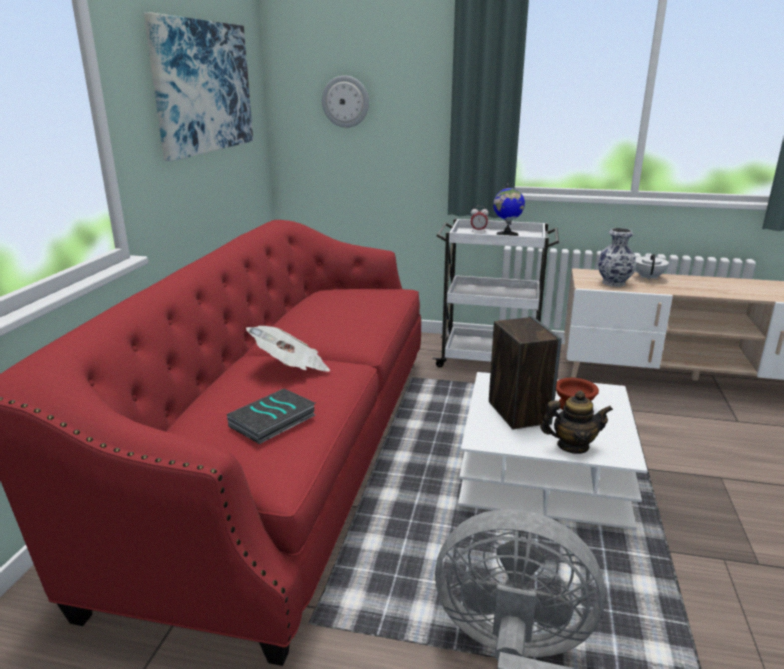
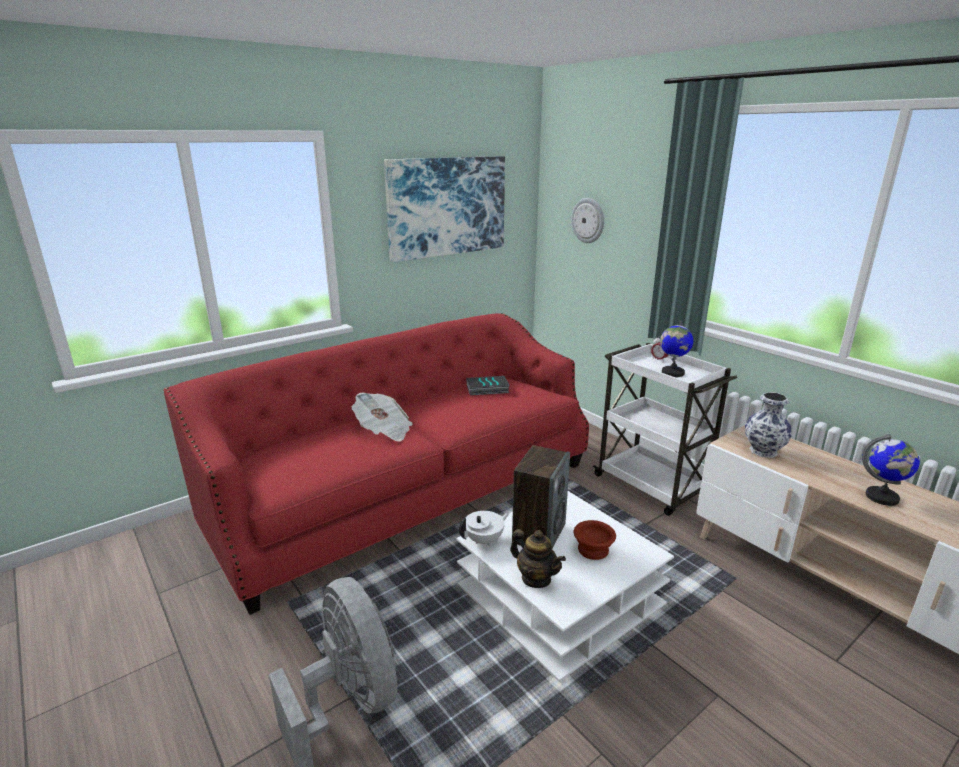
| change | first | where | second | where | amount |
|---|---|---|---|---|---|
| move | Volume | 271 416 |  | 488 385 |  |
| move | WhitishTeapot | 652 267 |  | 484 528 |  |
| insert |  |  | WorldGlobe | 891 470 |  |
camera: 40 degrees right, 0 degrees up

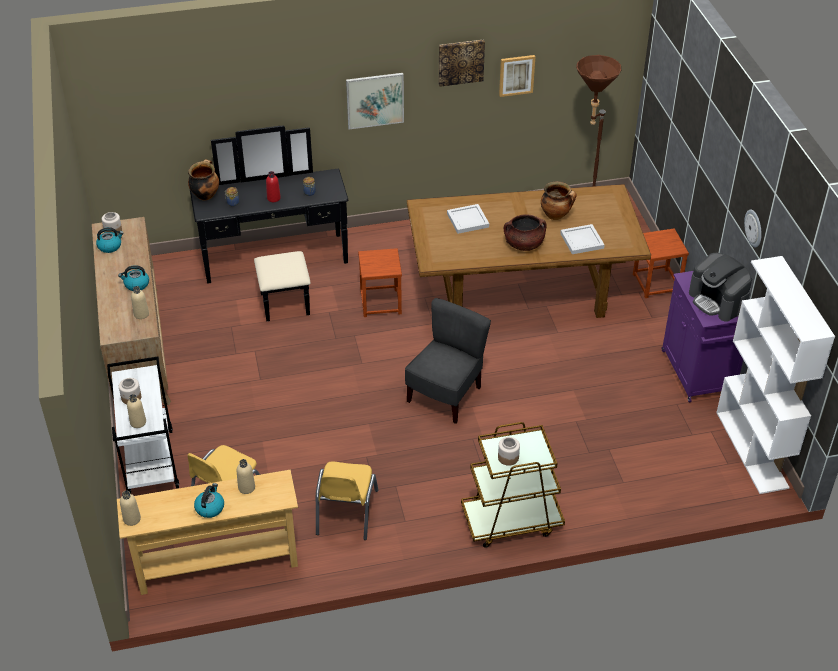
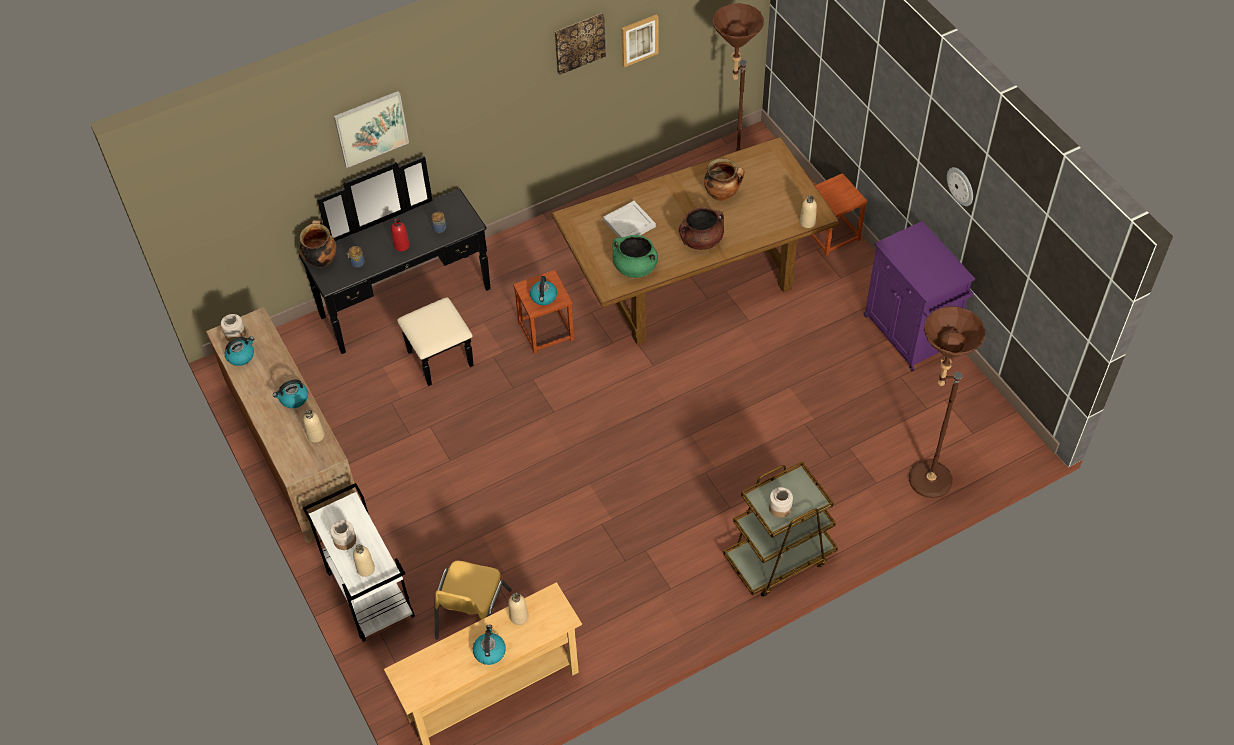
| change | first | where | second | where | amount |
|---|---|---|---|---|---|
| move | SandColouredBeverageBottle | 130 508 |  | 808 211 |  |
| delete | YellowPlainChair | 347 501 |  |  |  |
| move | WallArt | 375 101 |  | 371 129 |  |
| delete | GreyPlainChair | 448 361 |  |  |  |
| delete | WhitishTray | 582 239 |  |  |  |
| delete | CoffeeMachine | 720 287 |  |  |  |
| delete | WhitishBookshelf | 775 375 |  |  |  |
| insert |  |  | Kettle | 543 290 |  |
| insert |  |  | GreenColouredSaucepot | 635 256 |  |
| insert |  |  | BrownColouredStandardLamp | 947 402 |  |
camera: 15 degrees left, 10 degrees up

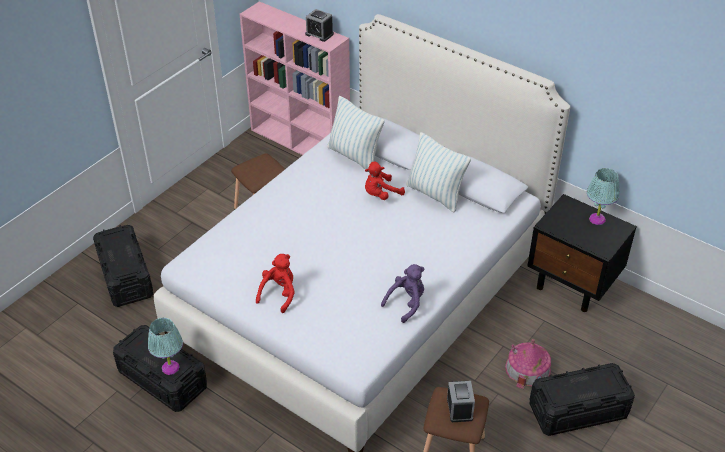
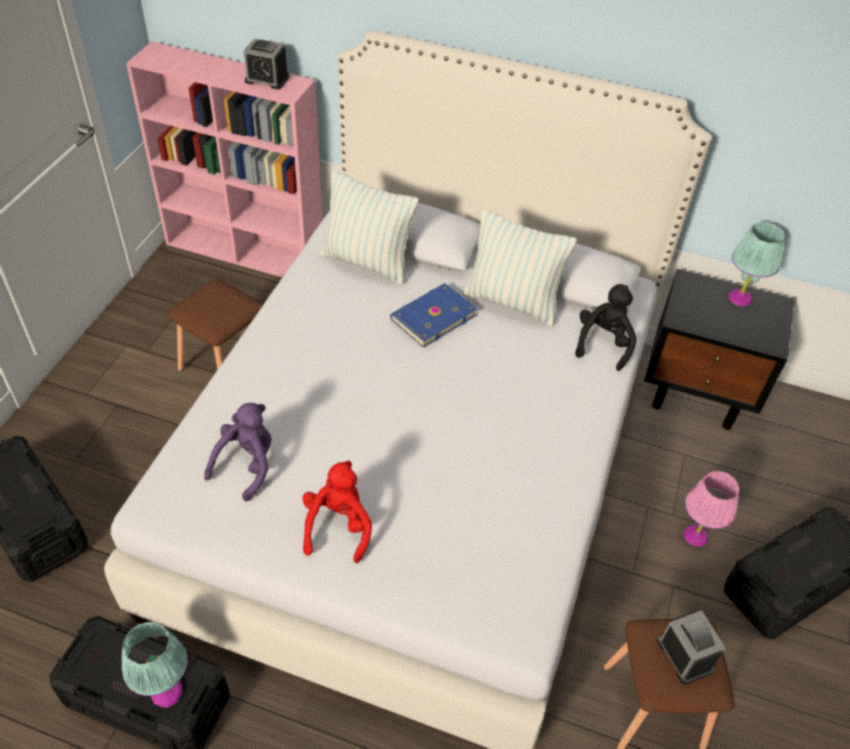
| change | first | where | second | where | amount |
|---|---|---|---|---|---|
| replace | ReddishPlushToy | 385 181 | BluishVolume | 433 315 |  |
| move | PurplishPlushToy | 402 293 |  | 238 452 |  |
| replace | ModelHouse | 528 364 | PinkColouredTabletopLamp | 711 508 |  |
| insert |  |  | BlackishPlushToy | 606 327 |  |
camera: 20 degrees left, 5 degrees up

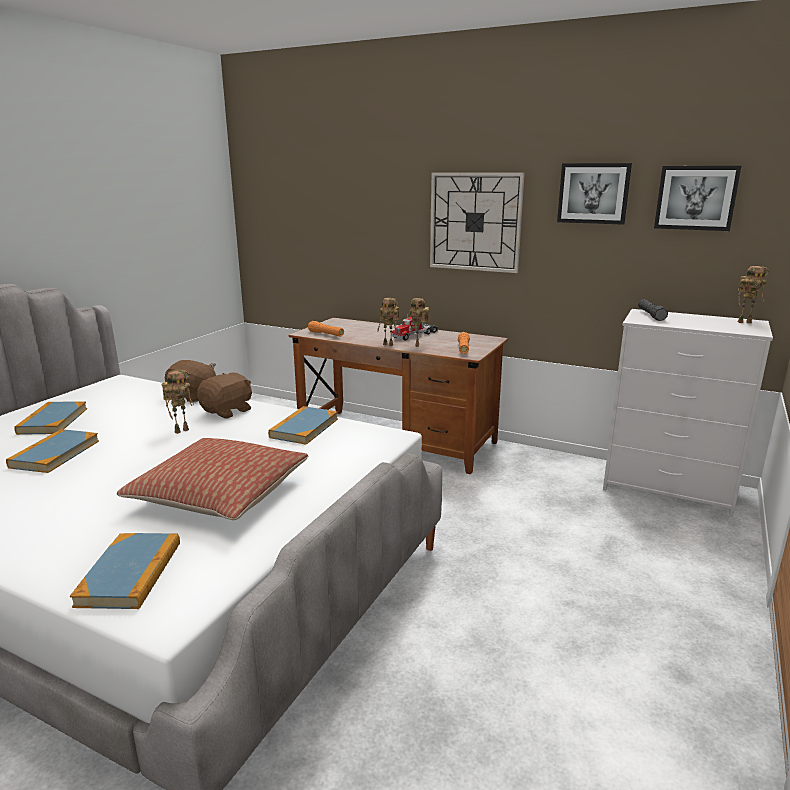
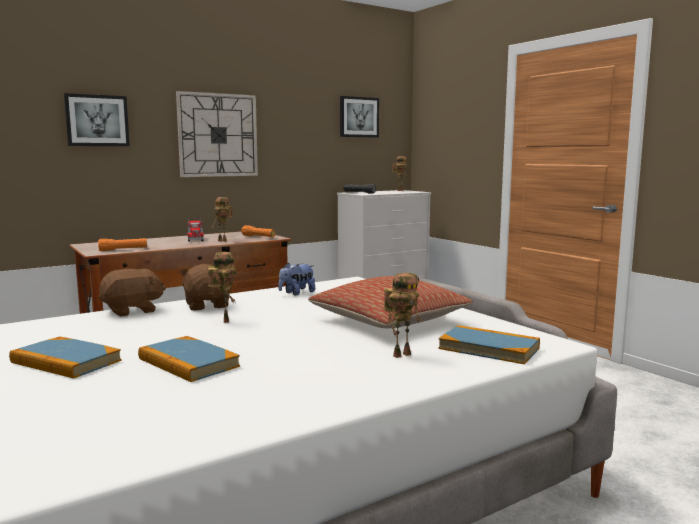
| change | first | where | second | where | amount |
|---|---|---|---|---|---|
| replace | Volume | 303 425 | PlushToy | 296 279 |  |
| move | ModelRobot | 388 322 |  | 402 315 |  |
| move | WallArt | 594 194 |  | 97 119 |  |
camera: 60 degrees left, 10 degrees down

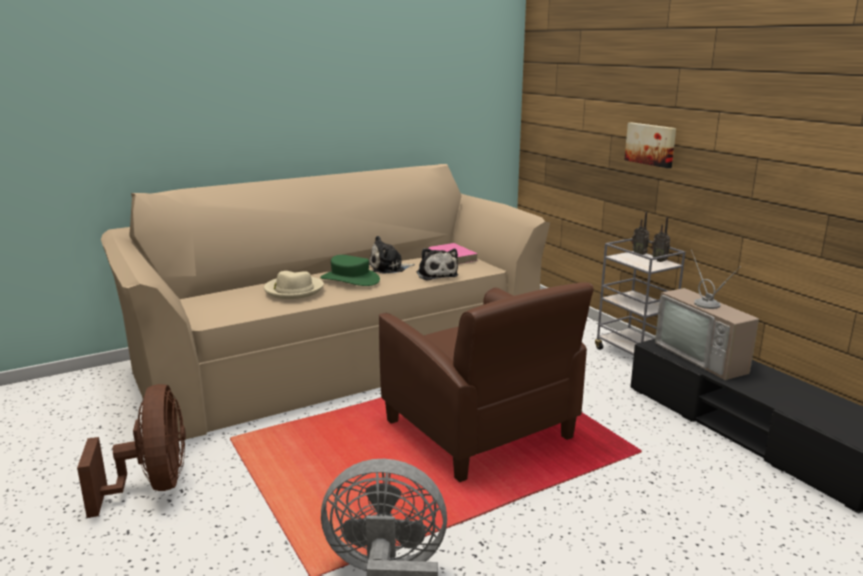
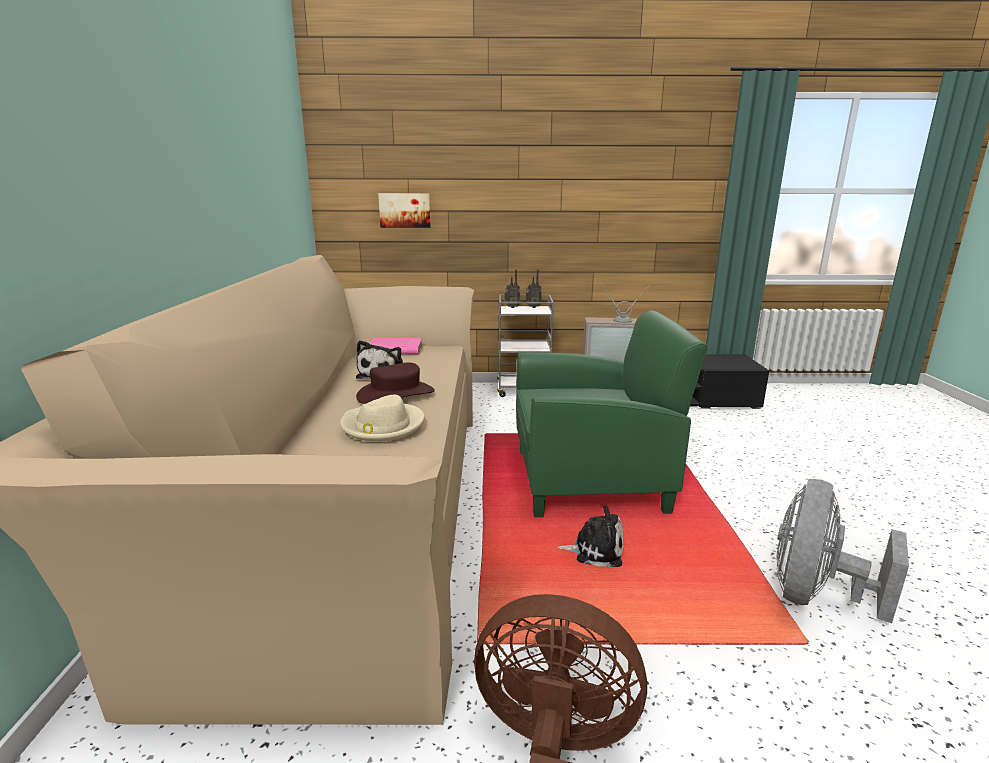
| change | first | where | second | where | amount |
|---|---|---|---|---|---|
| recolor | GreenColouredWearableHat | 350 270 | BrownColouredWearableHat | 395 383 |  |
| recolor | BrownColouredLoungeChair | 486 382 | GreenColouredLoungeChair | 611 413 |  |
| move | PlushToy | 437 264 |  | 591 536 |  |
| move | WallArt | 650 145 |  | 404 210 |  |
camera: 60 degrees left, 0 degrees up

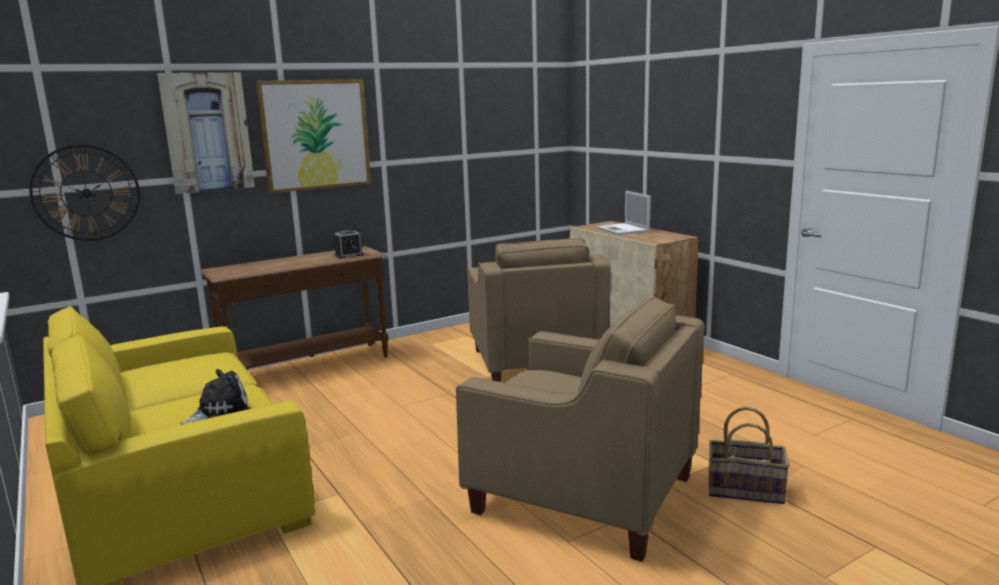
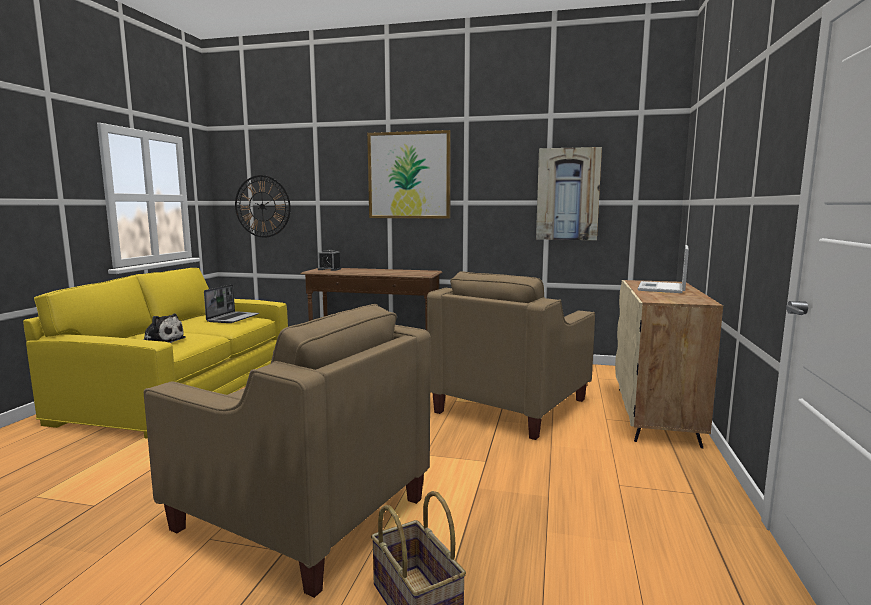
| change | first | where | second | where | amount |
|---|---|---|---|---|---|
| move | WallArt | 206 133 |  | 569 193 |  |
| move | TableClock | 349 244 |  | 329 260 |  |
| rotate | SandColouredLoungeChair | 580 429 |  | 287 451 | 45 degrees counterclockwise |
| insert |  |  | NotebookComputer | 231 303 |  |
camera: 45 degrees right, 5 degrees down

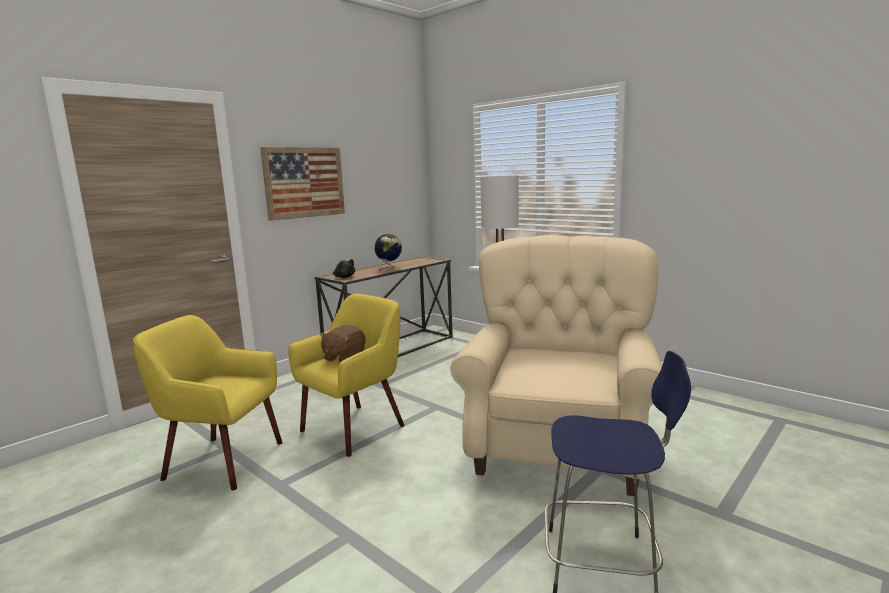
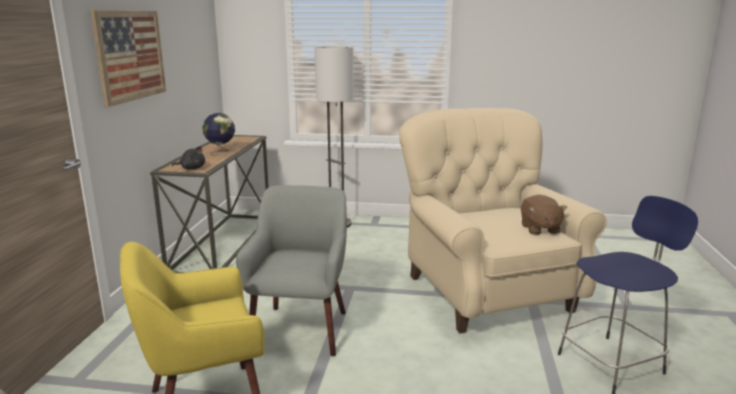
| change | first | where | second | where | amount |
|---|---|---|---|---|---|
| recolor | YellowLoungeChair | 346 375 | GreyLoungeChair | 291 270 |  |
| move | BrownColouredPlushToy | 342 343 |  | 544 214 |  |
camera: 35 degrees left, 5 degrees up

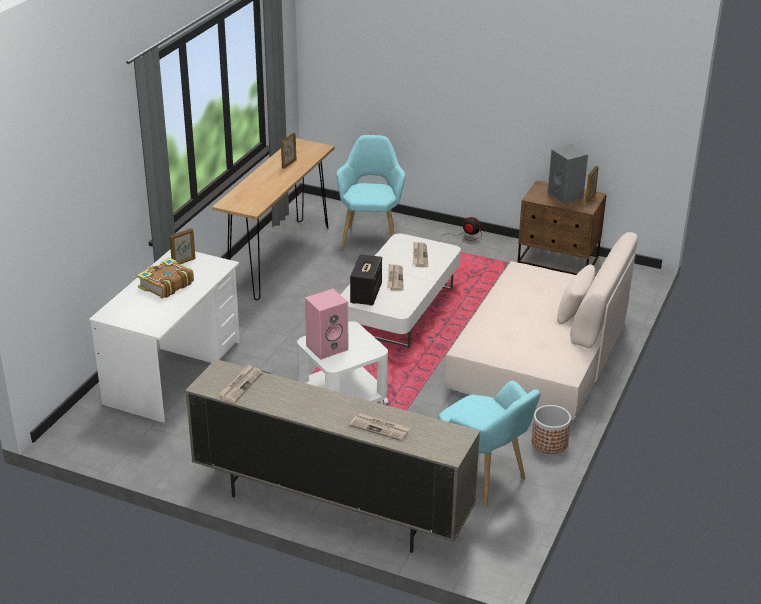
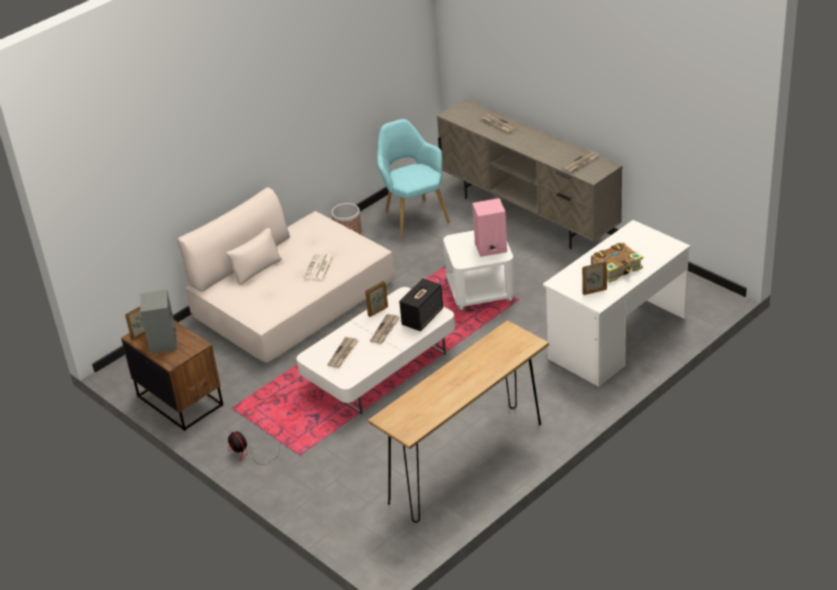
| change | first | where | second | where | amount |
|---|---|---|---|---|---|
| move | PhotoFrame | 288 151 |  | 376 299 |  |
| delete | BlueGreenLoungeChair | 371 193 |  |  |  |
| insert |  |  | Newspaper | 319 266 |  |
camera: 155 degrees left, 5 degrees up

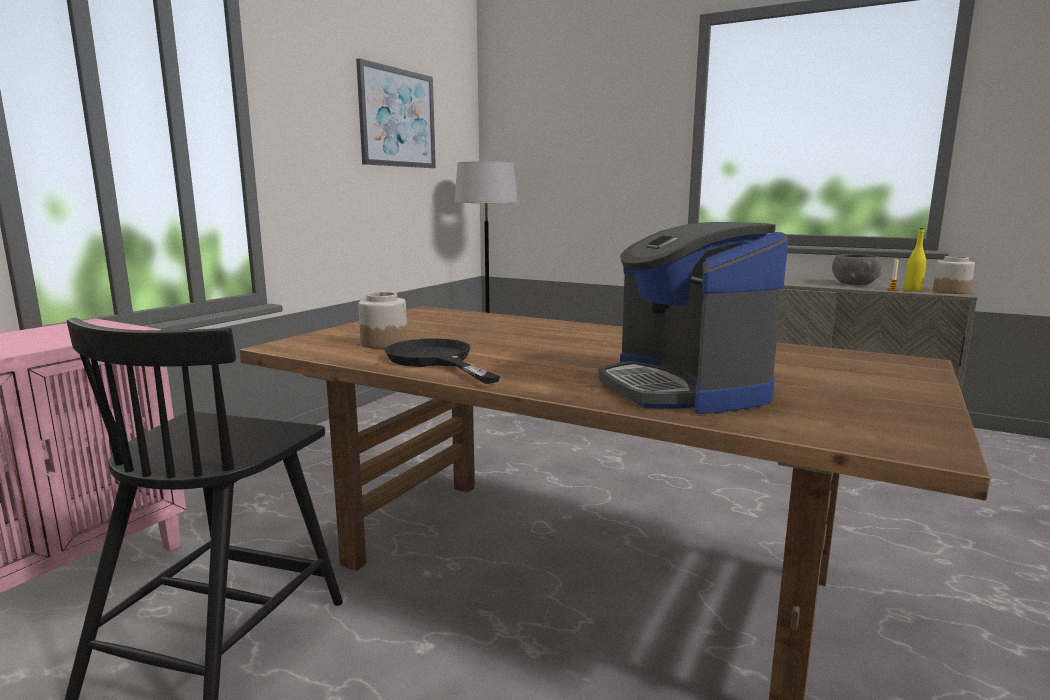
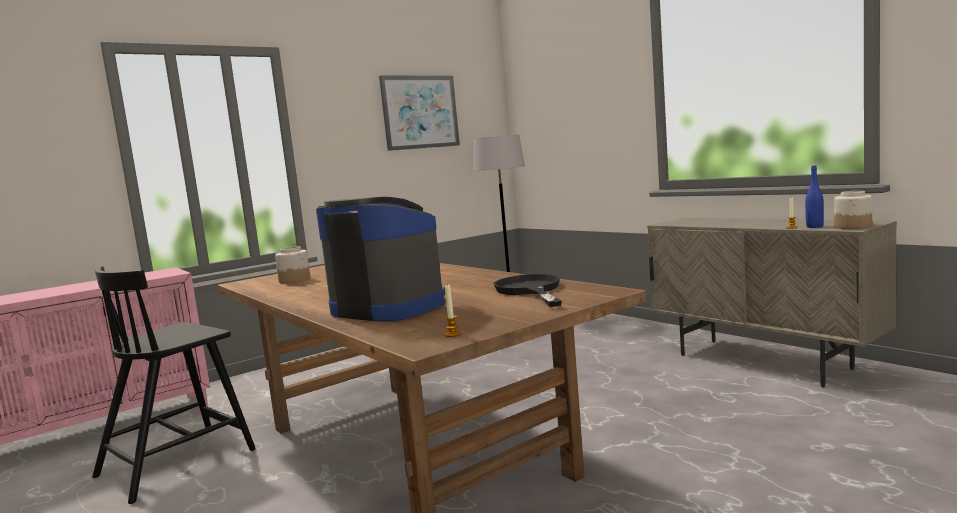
| change | first | where | second | where | amount |
|---|---|---|---|---|---|
| move | BlackishFryingPan | 442 361 |  | 527 290 |  |
| rotate | CoffeeMachine | 693 318 |  | 380 259 | 120 degrees clockwise |
| delete | GreyServingBowl | 857 269 |  |  |  |
| recolor | YellowBeverageBottle | 915 259 | BluishBeverageBottle | 814 196 |  |
| insert |  |  | WaxLight | 453 310 |  |
camera: 25 degrees right, 5 degrees down

